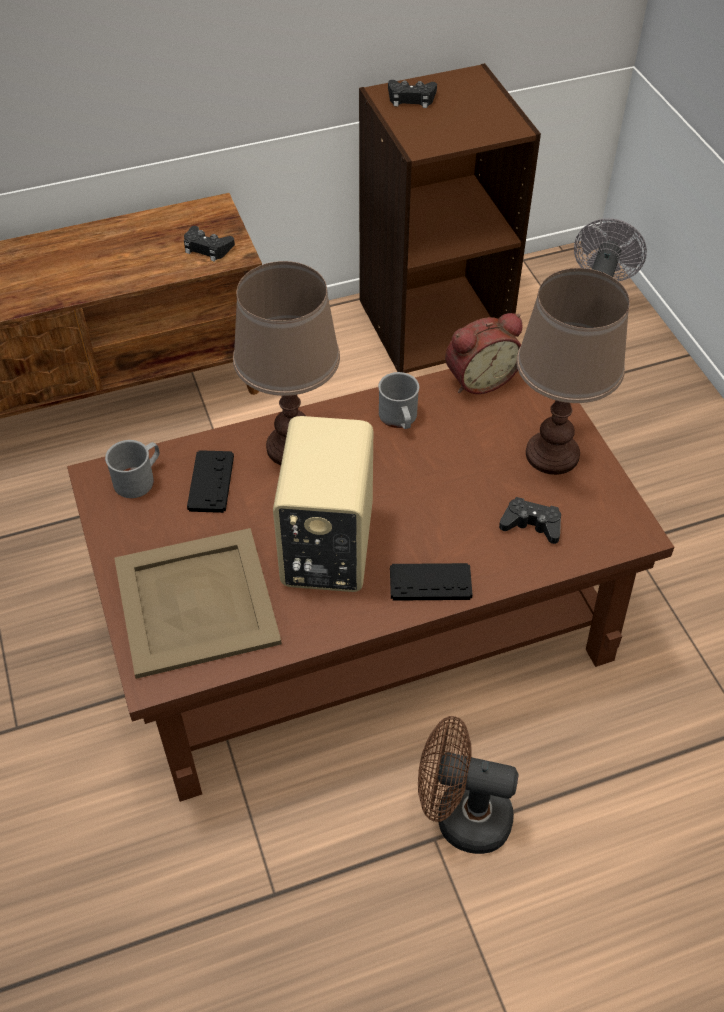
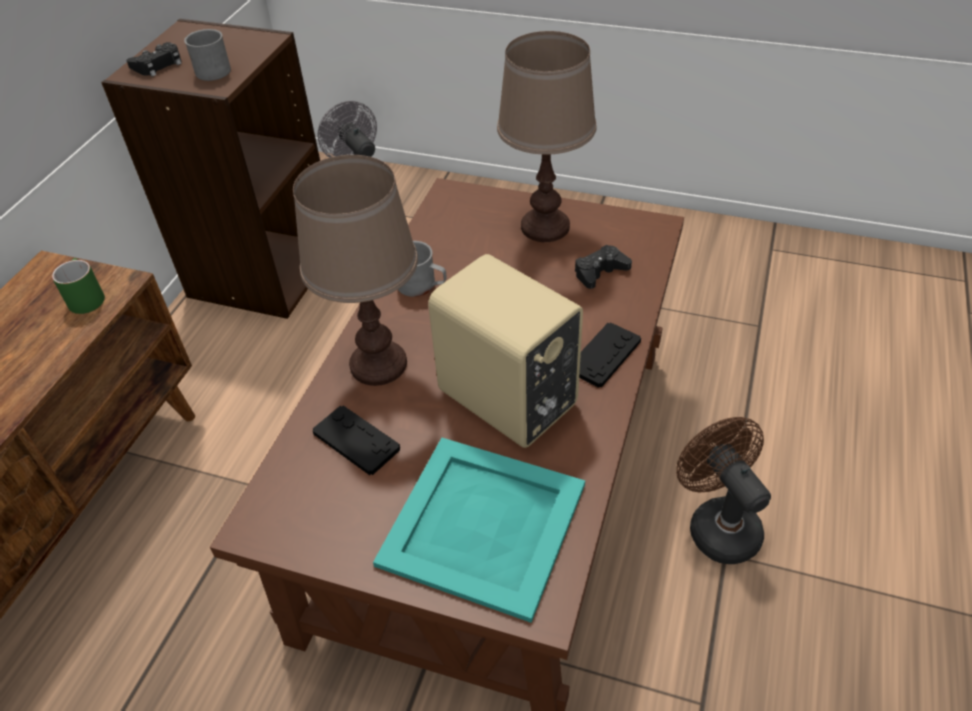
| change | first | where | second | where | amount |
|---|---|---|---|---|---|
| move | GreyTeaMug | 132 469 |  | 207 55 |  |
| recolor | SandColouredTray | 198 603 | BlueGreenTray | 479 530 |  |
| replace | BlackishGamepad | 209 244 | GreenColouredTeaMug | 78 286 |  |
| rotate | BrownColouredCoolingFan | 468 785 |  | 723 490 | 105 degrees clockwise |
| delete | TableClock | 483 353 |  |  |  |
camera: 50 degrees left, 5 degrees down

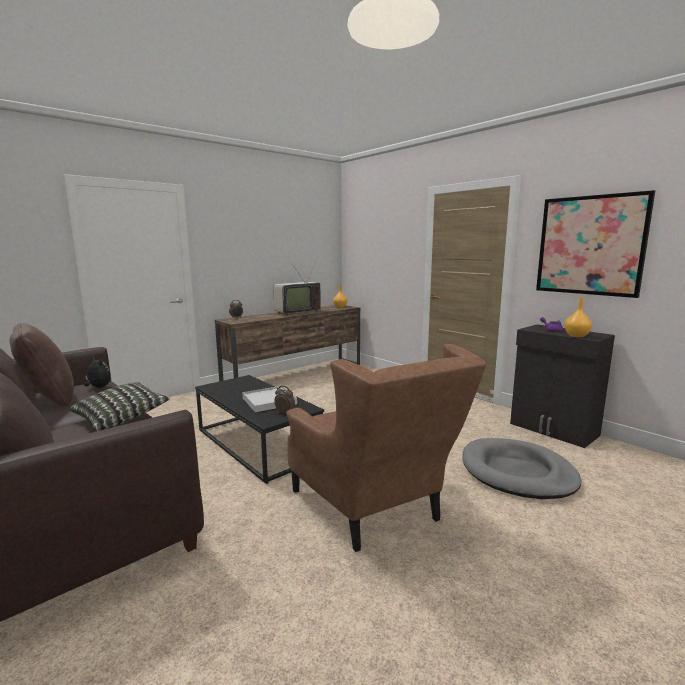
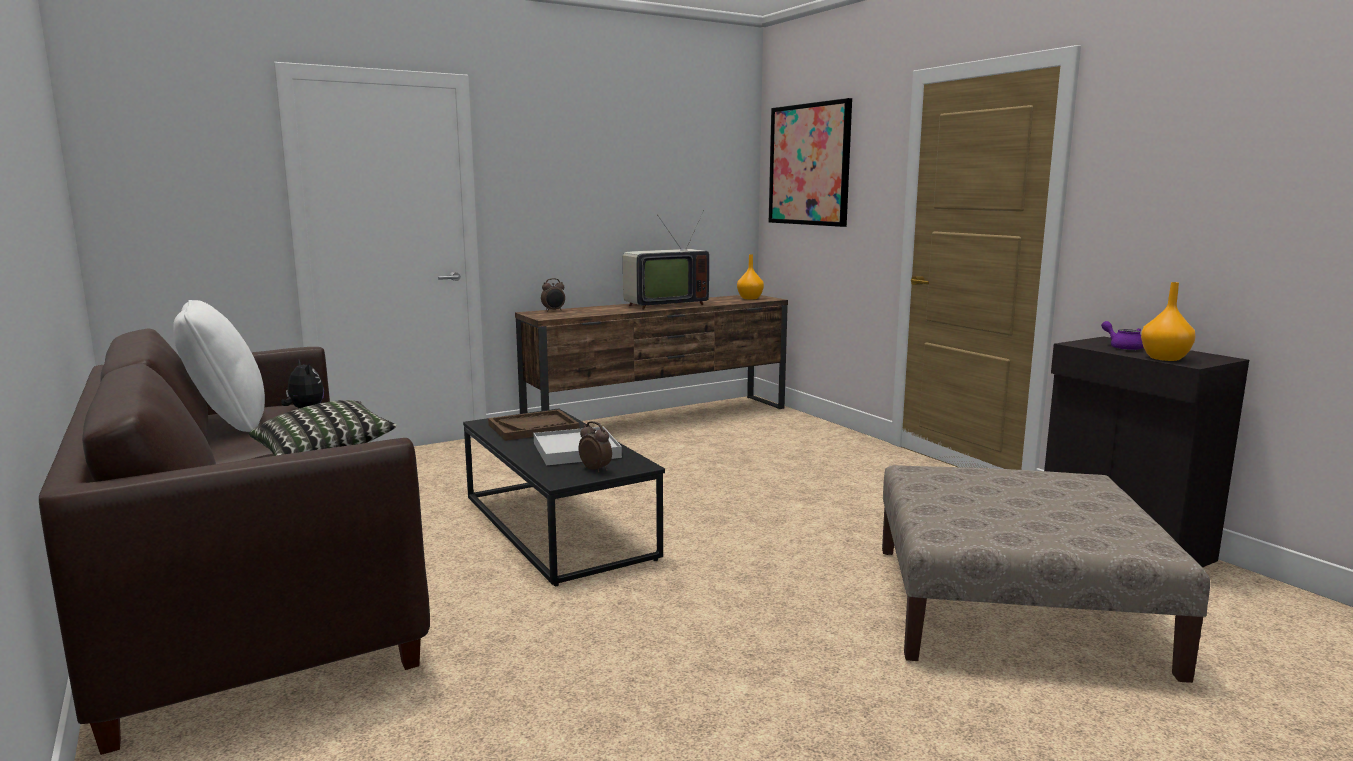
| change | first | where | second | where | amount |
|---|---|---|---|---|---|
| recolor | BrownColouredPillow | 42 364 | WhitishPillow | 219 366 |  |
| delete | BrownColouredLoungeChair | 386 448 |  |  |  |
| replace | GreyDogCushion | 522 468 | SandColouredPouffe | 1046 574 |  |
| move | WallArt | 595 244 |  | 810 162 |  |
| insert |  |  | BrownColouredTray | 533 425 |  |
camera: 10 degrees right, 0 degrees up

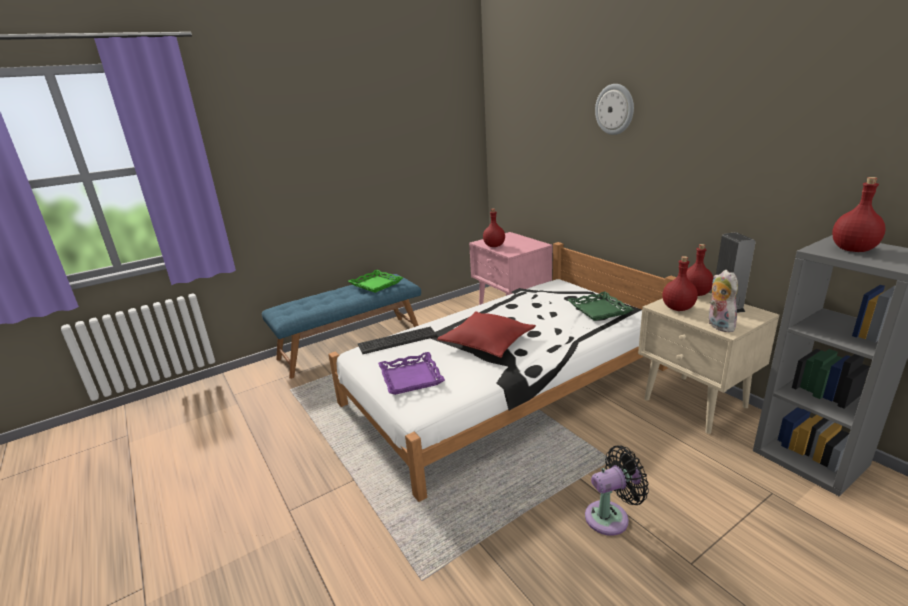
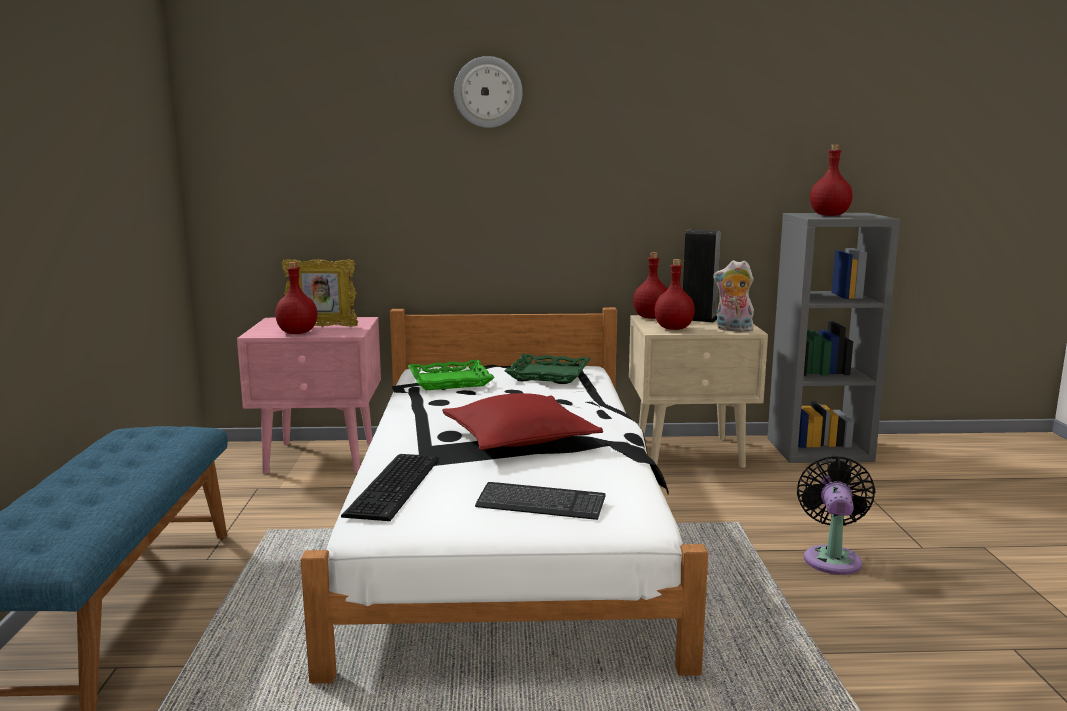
| change | first | where | second | where | amount |
|---|---|---|---|---|---|
| move | GreenColouredTray | 375 281 |  | 451 375 |  |
| replace | PurplishTray | 411 373 | PcKeyboard | 540 501 |  |
| insert |  |  | PhotoFrame | 320 293 |  |
camera: 60 degrees left, 10 degrees down

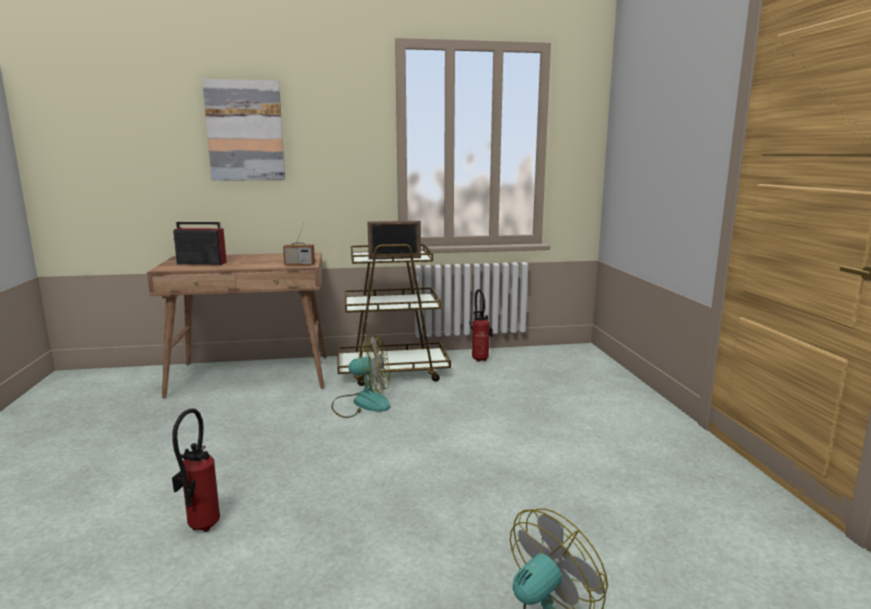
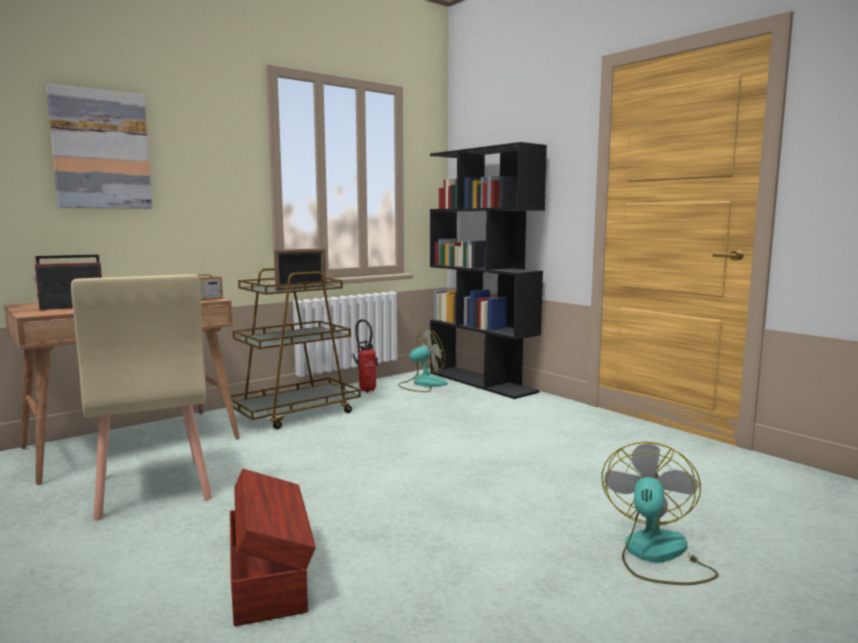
| change | first | where | second | where | amount |
|---|---|---|---|---|---|
| replace | Extinguisher | 196 470 | BrownColouredStorageContainer | 273 547 |  |
| move | CoolingFan | 361 376 |  | 423 360 |  |
| insert |  |  | SandColouredPlainChair | 141 397 |  |
| insert |  |  | BlackishBookshelf | 488 270 |  |
camera: 30 degrees left, 5 degrees down

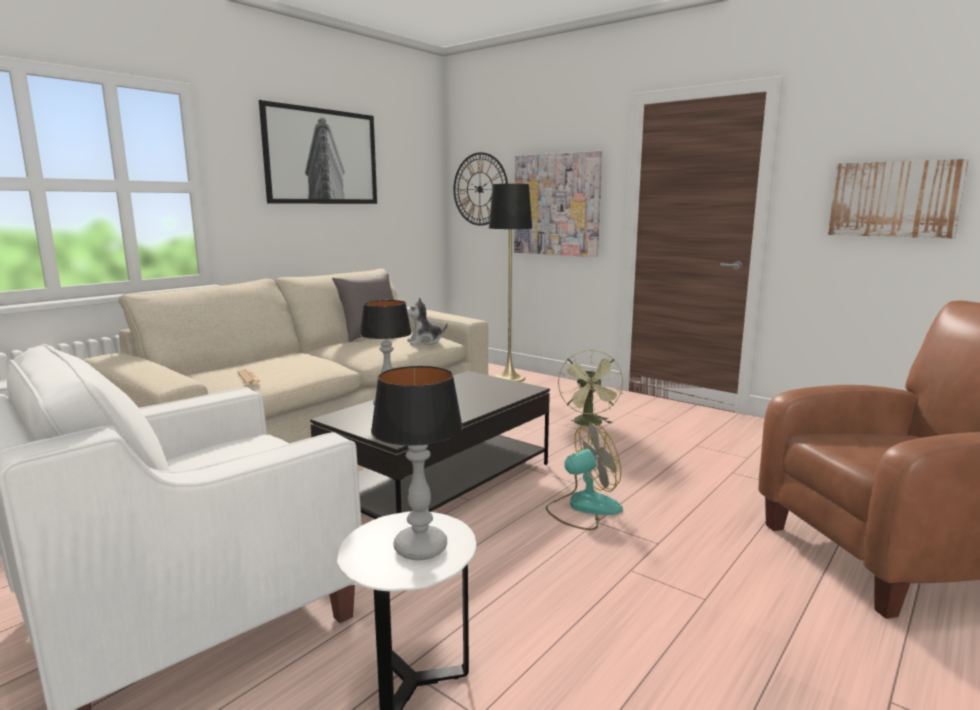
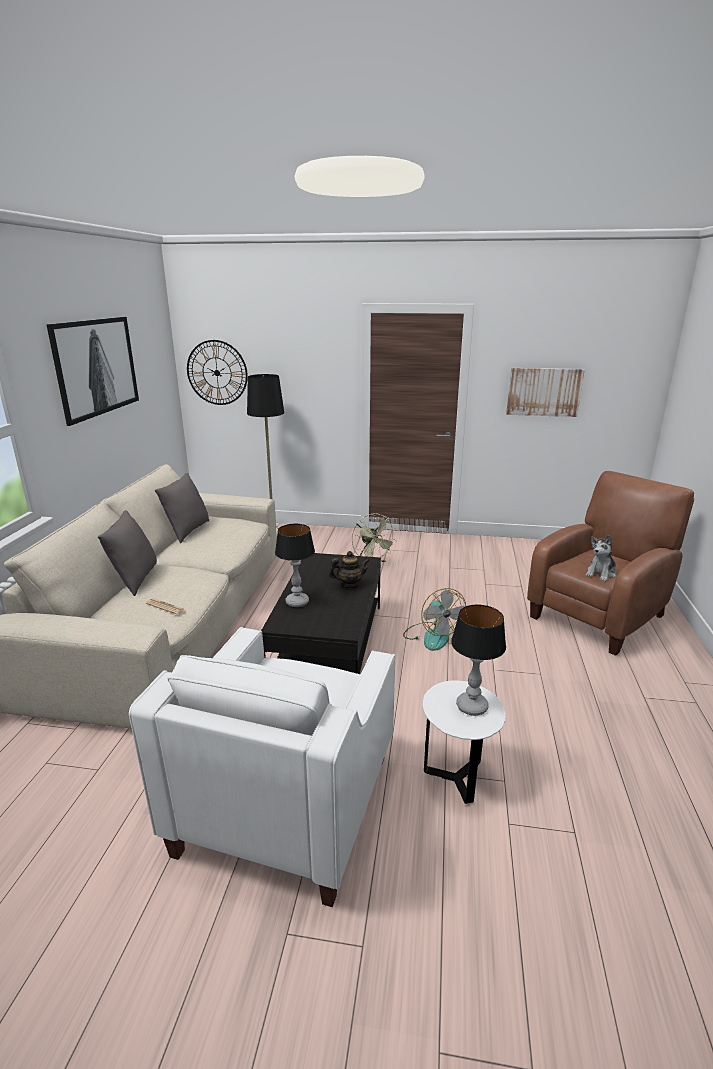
| change | first | where | second | where | amount |
|---|---|---|---|---|---|
| move | PlushToy | 427 321 |  | 600 558 |  |
| delete | WallArt | 558 204 |  |  |  |
| rotate | CoolingFan | 584 476 |  | 434 619 | 120 degrees clockwise |
| insert |  |  | GreyPillow | 127 553 |  |
| insert |  |  | Teapot | 349 570 |  |
camera: 30 degrees left, 10 degrees up

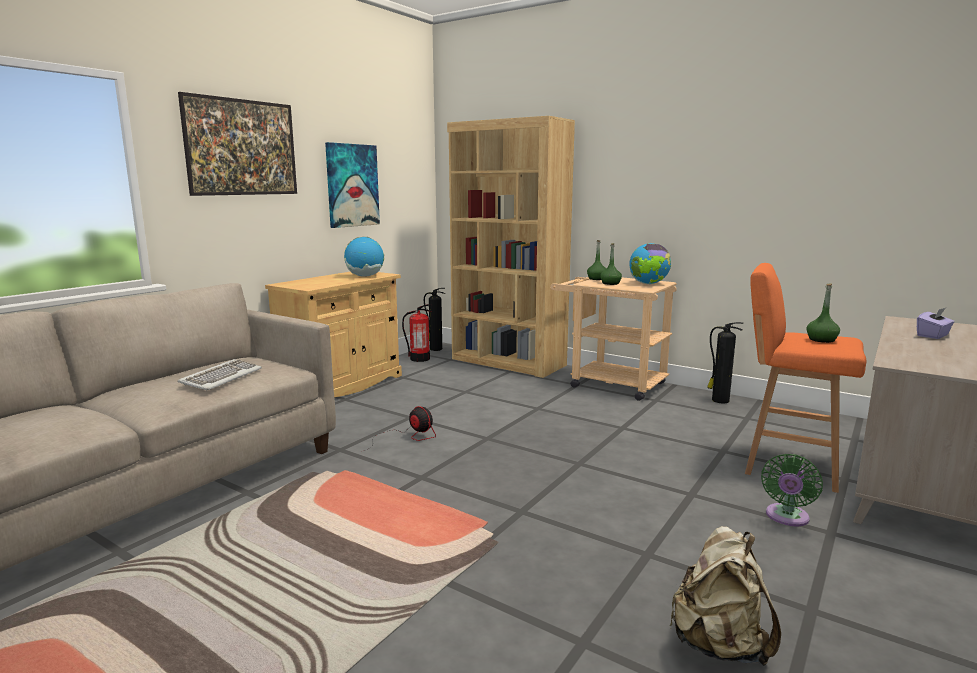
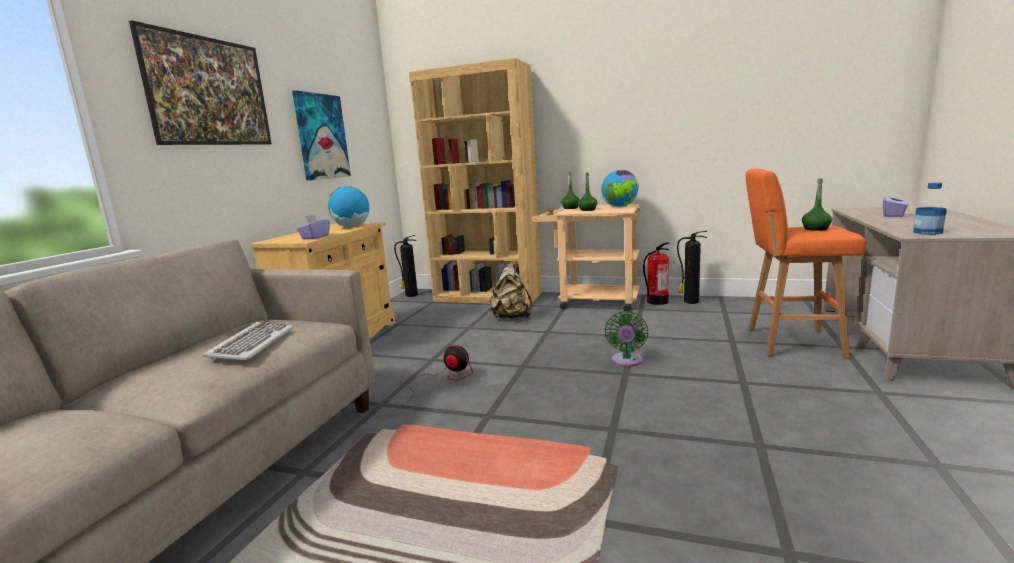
| change | first | where | second | where | amount |
|---|---|---|---|---|---|
| move | Extinguisher | 417 333 |  | 656 273 |  |
| move | SandColouredRucksack | 725 596 |  | 511 291 |  |
| move | GreenColouredCoolingFan | 792 490 |  | 626 338 |  |
| insert |  |  | PurplishTissueHolder | 313 226 |  |
| insert |  |  | BeverageBottle | 930 208 |  |
camera: 15 degrees left, 0 degrees up

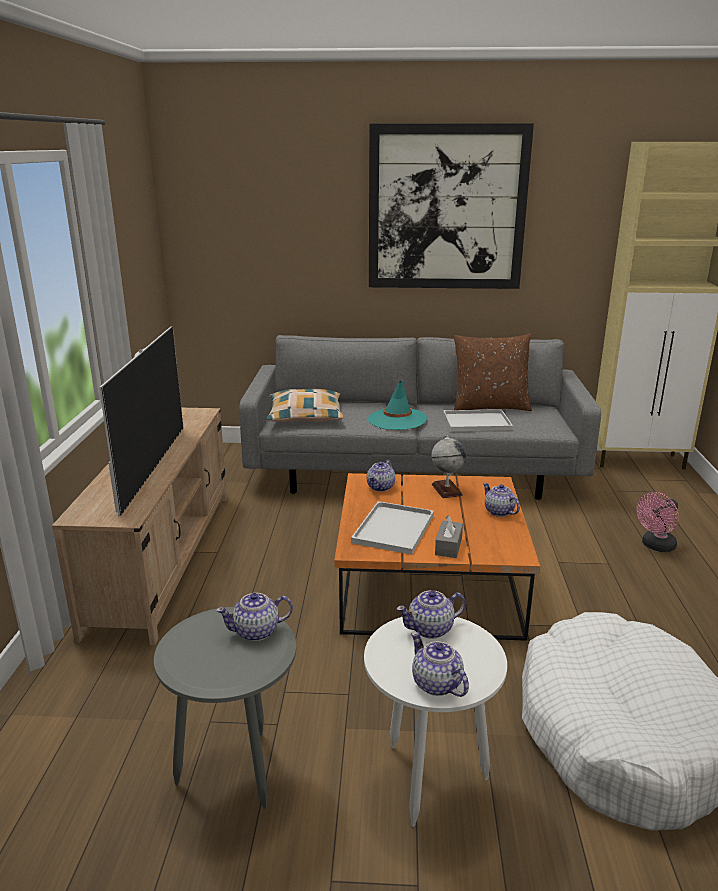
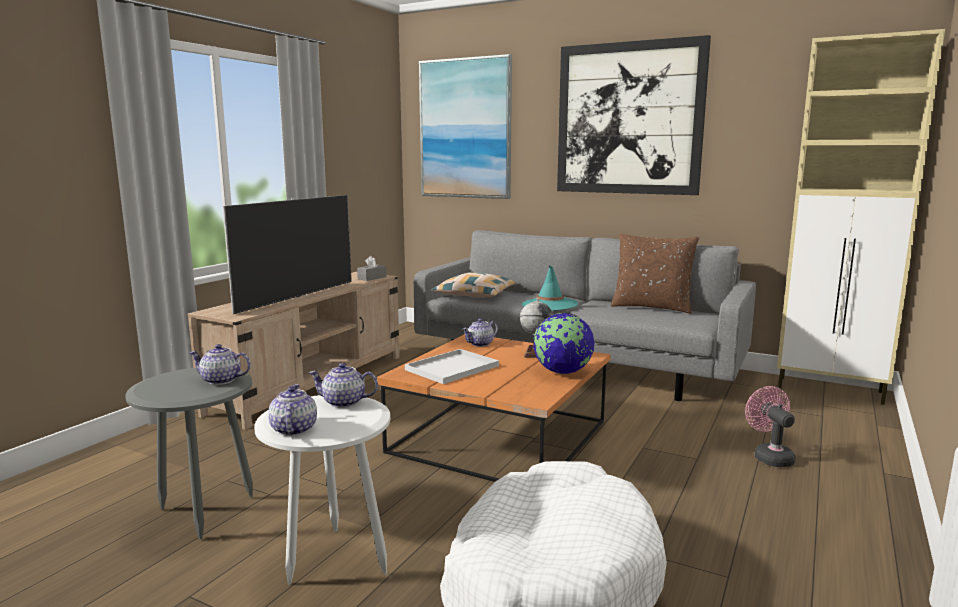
| change | first | where | second | where | amount |
|---|---|---|---|---|---|
| move | GreyTissueHolder | 449 536 |  | 371 268 |  |
| delete | WhitishTray | 478 420 |  |  |  |
| replace | Teapot | 501 500 | WorldGlobe | 563 343 |  |
| rotate | PinkColouredCoolingFan | 658 522 |  | 770 426 | 90 degrees clockwise |
| insert |  |  | WallArt | 465 126 |  |
camera: 25 degrees right, 10 degrees down

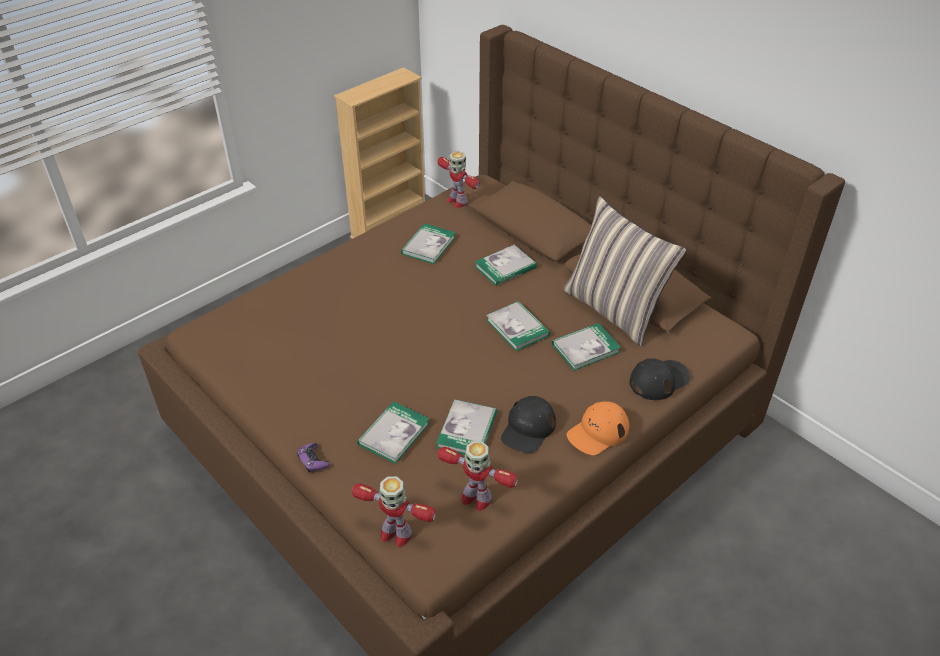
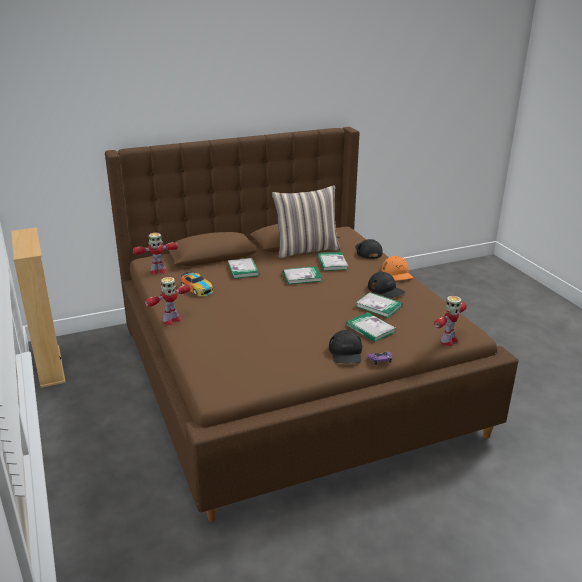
| change | first | where | second | where | amount |
|---|---|---|---|---|---|
| replace | Volume | 428 243 | ToyCar | 197 283 |  |
| move | ModelRobot | 477 476 |  | 168 301 |  |
| insert |  |  | BlackishCap | 345 346 |  |
camera: 70 degrees left, 15 degrees down

